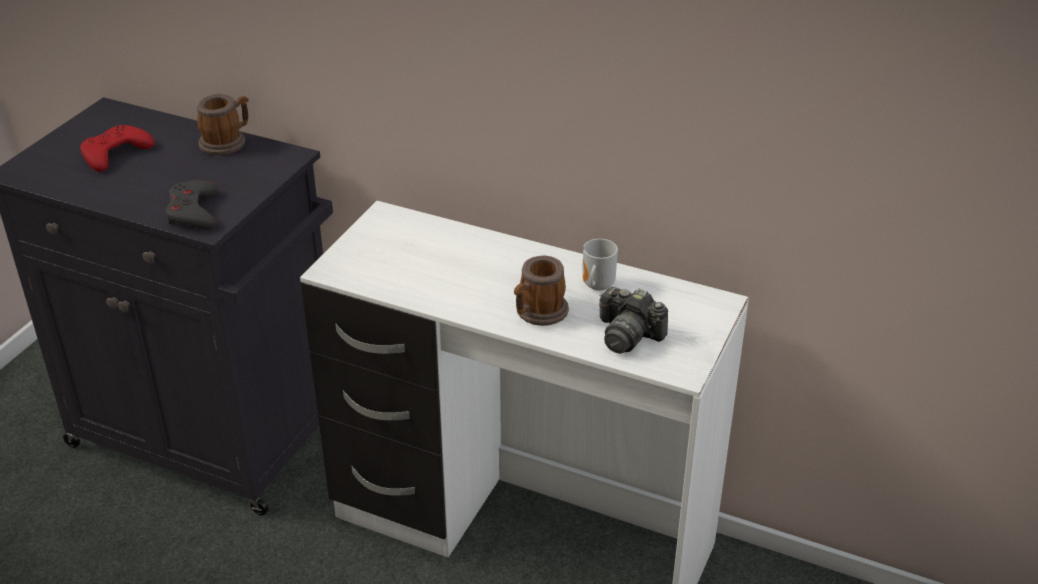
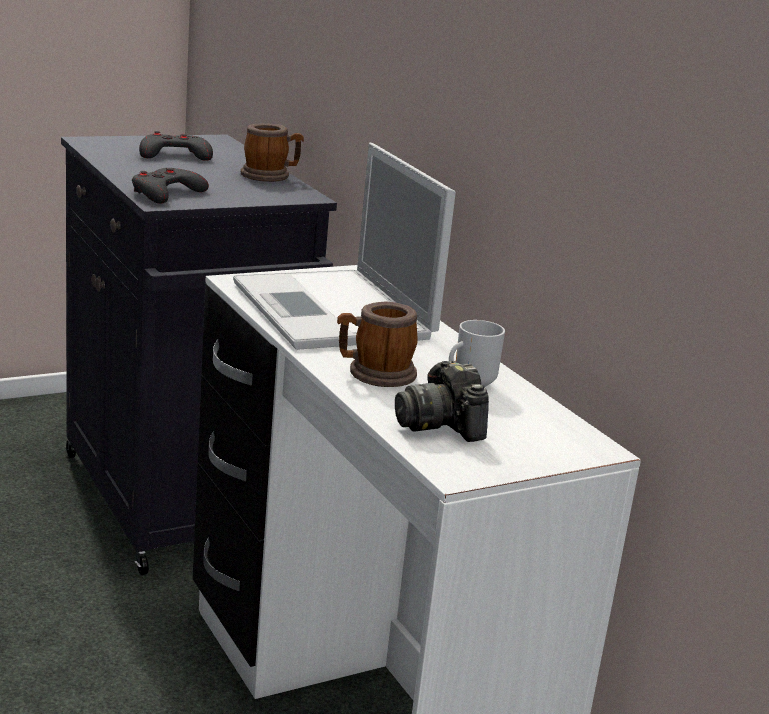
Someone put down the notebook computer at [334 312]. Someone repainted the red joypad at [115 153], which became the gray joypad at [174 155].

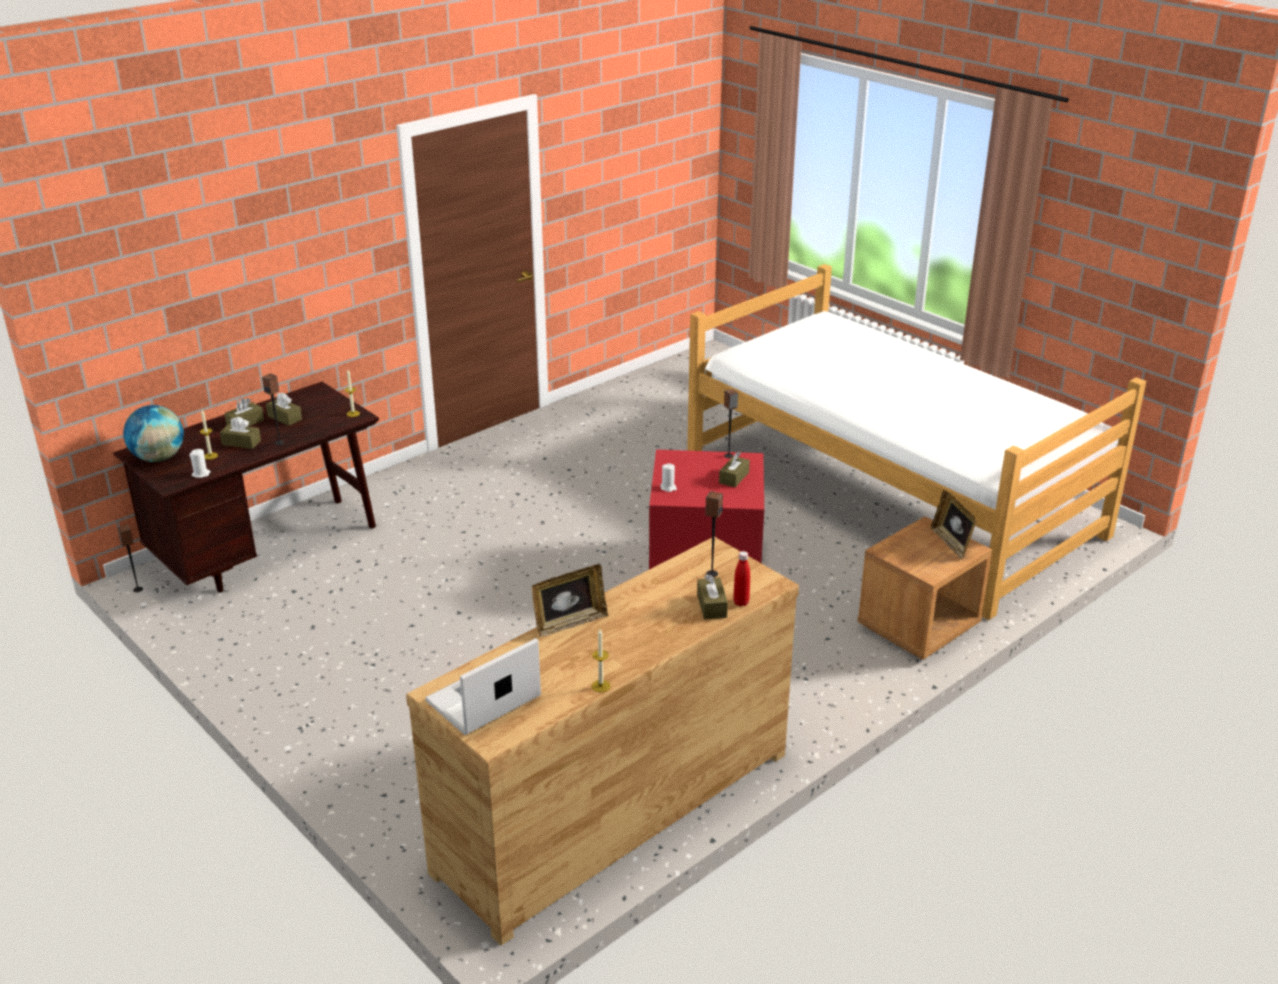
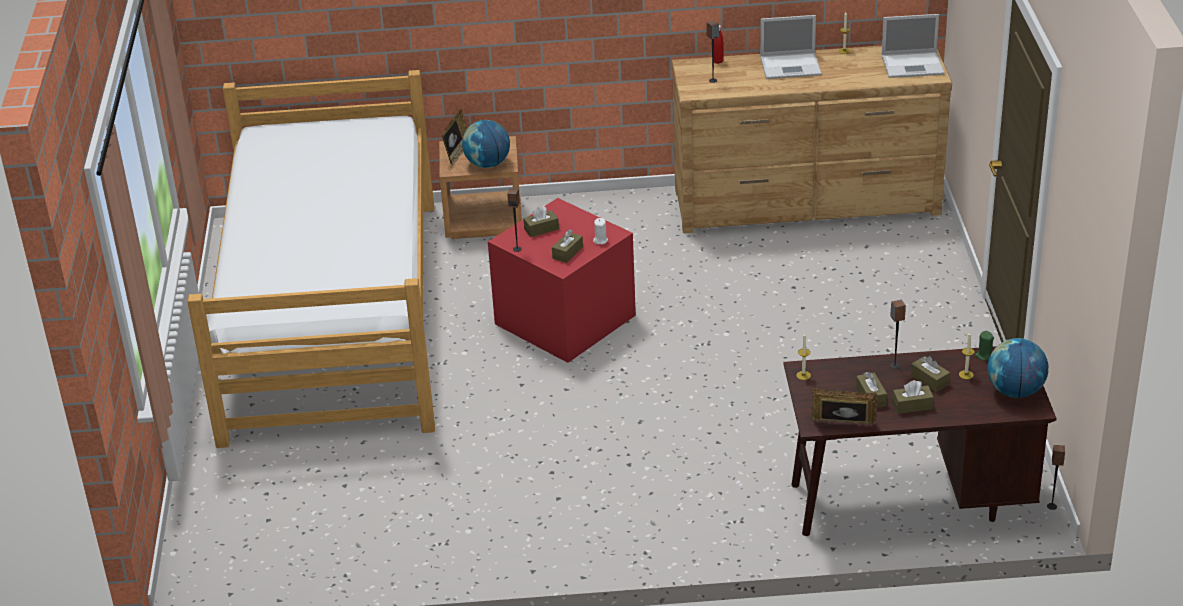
Someone put down the world globe at [487 164]. Someone put down the notebook computer at [791 66]. Someone carried the picture frame from [570 623] to [843 426]. Someone carried the brown tissue holder from [711 606] to [567 252]. Someone repainted the white candle at [201 474], which became the green candle at [984 356].

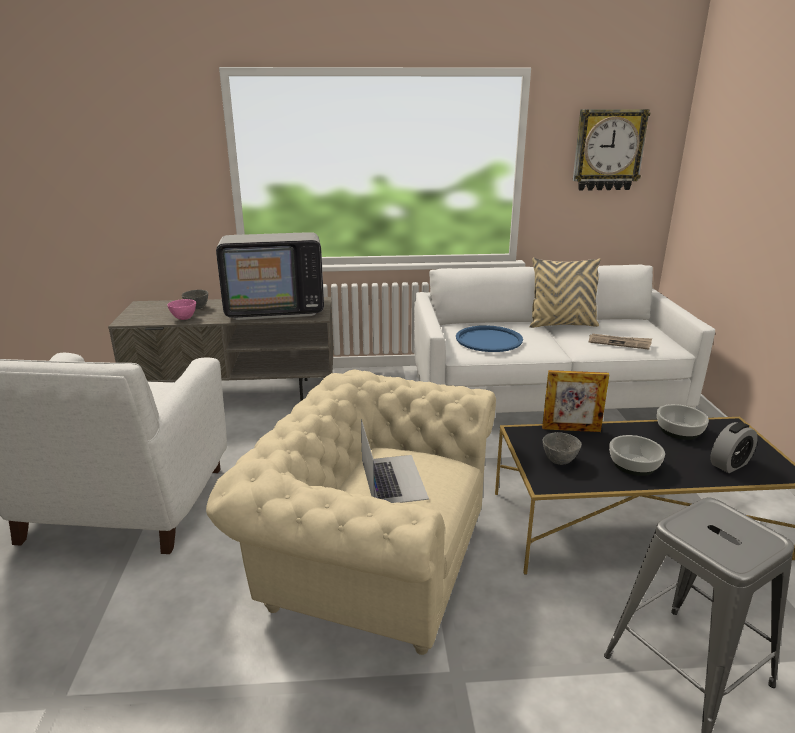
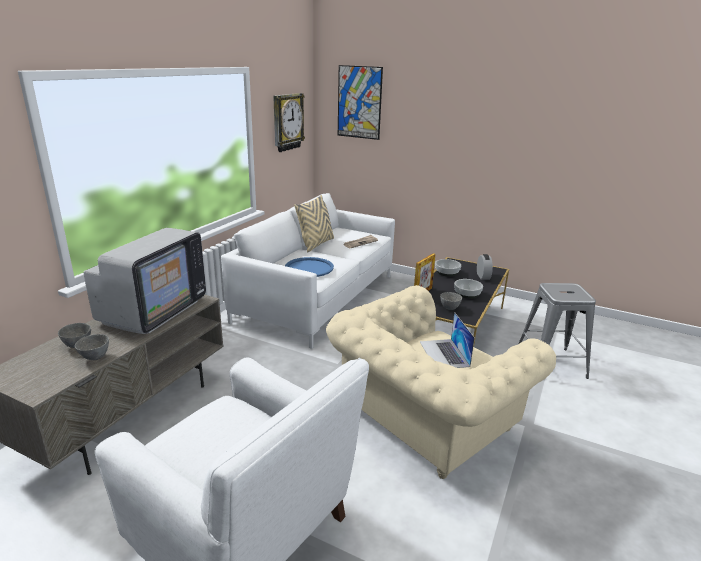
Someone put up the wall art at [359 102]. Someone repainted the pink serving bowl at [184 318], which became the gray serving bowl at [95 357]. Someone rotated the notebook computer at [393 479] by 120 degrees counterclockwise.

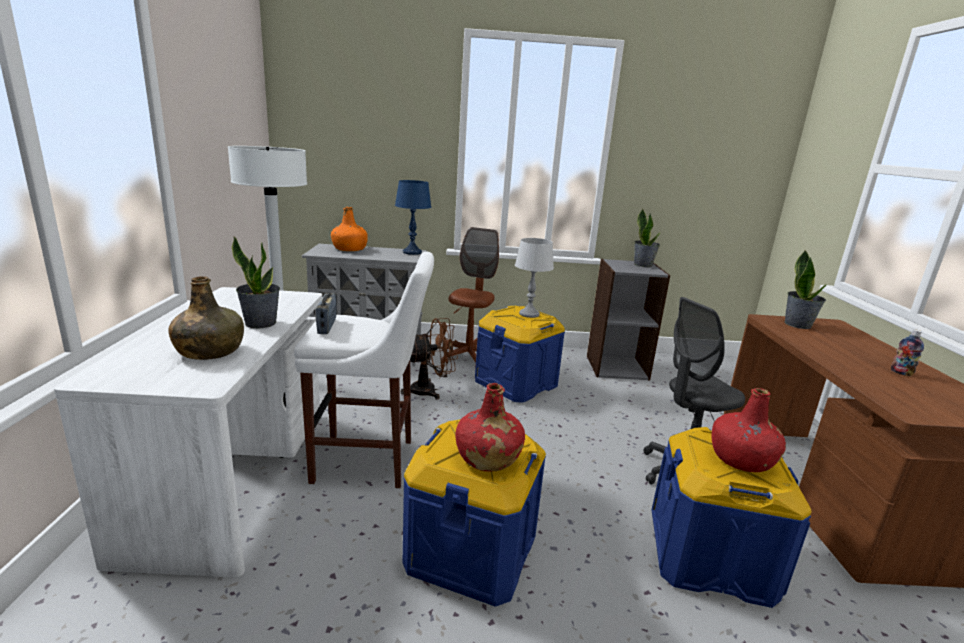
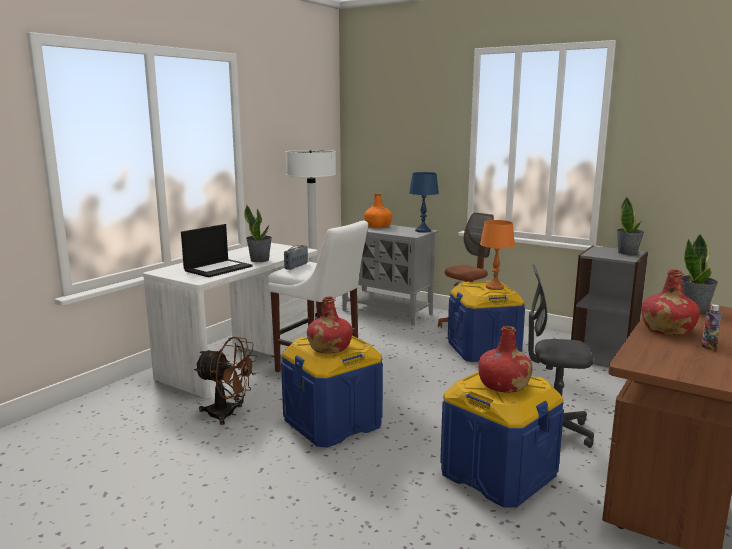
Someone put down the red bottle at [666 329]. Someone carried the brown cooling fan from [430 390] to [228 414]. Someone swapped the green bottle at [210 351] for the notebook computer at [218 268]. Someone repainted the gray tabletop lamp at [529 314], which became the orangey tabletop lamp at [495 287].

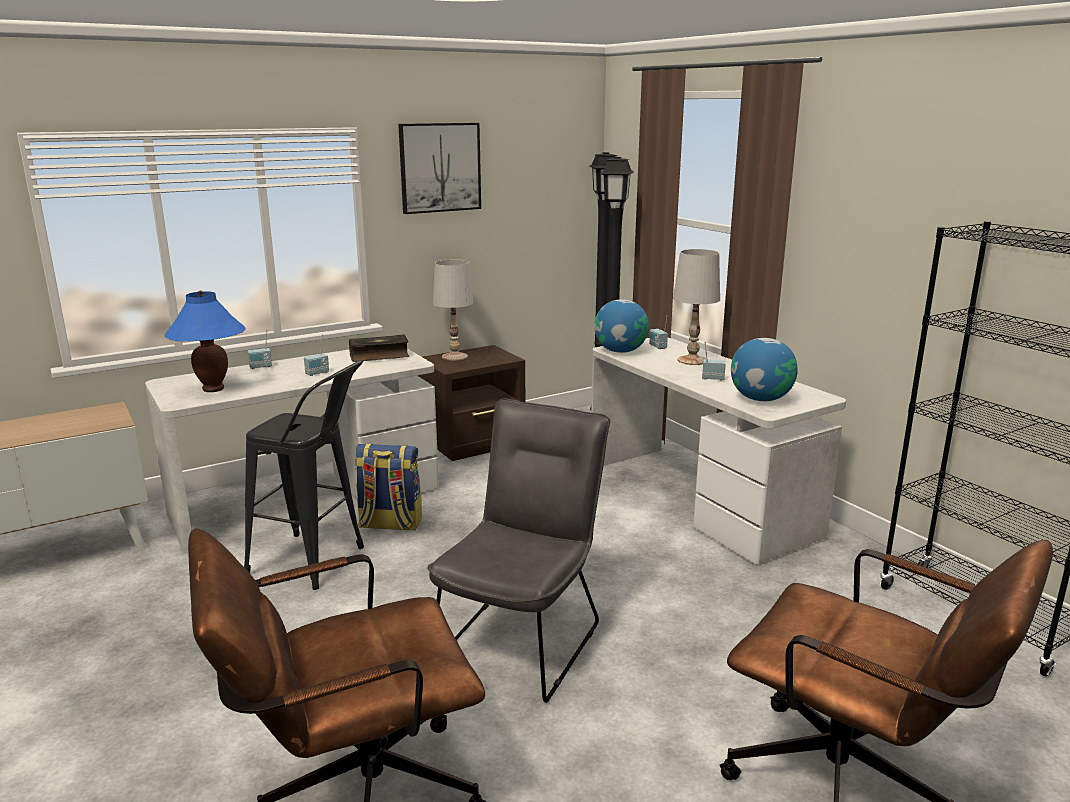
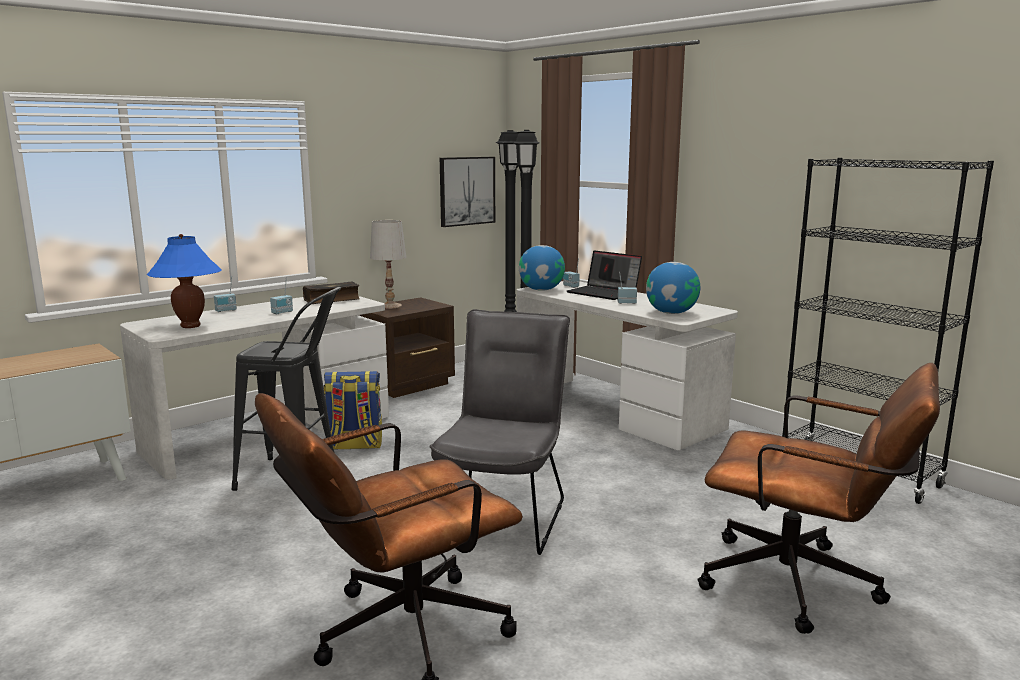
Someone carried the wall art from [440 167] to [466 191]. Someone swapped the white tabletop lamp at [692 360] for the notebook computer at [604 293].

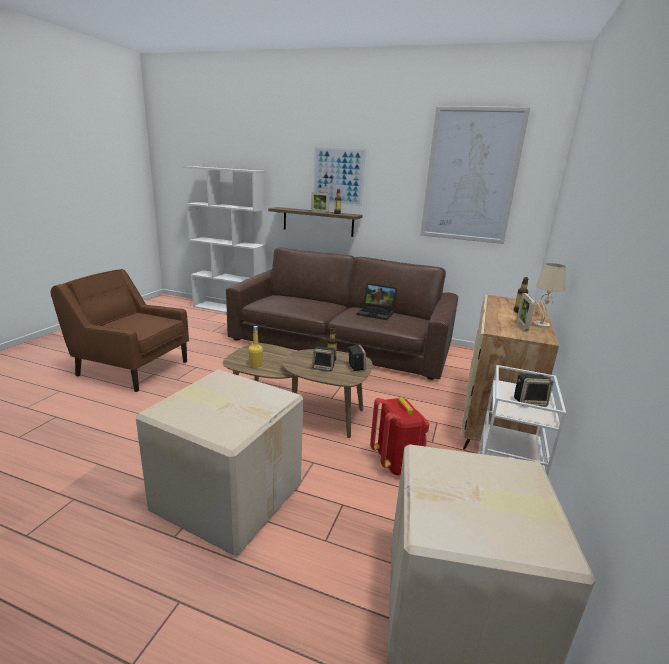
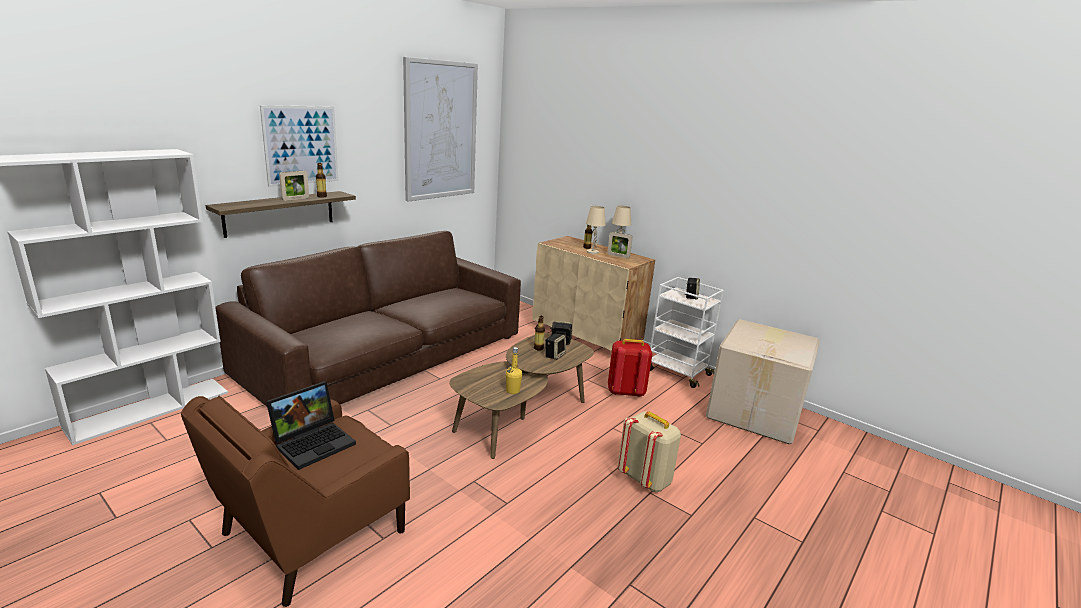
Someone put down the beige tabletop lamp at [593 252]. Someone carried the notebook computer from [377 313] to [314 442]. Someone swapped the cardboard box at [228 495] for the beige backpack at [645 479].

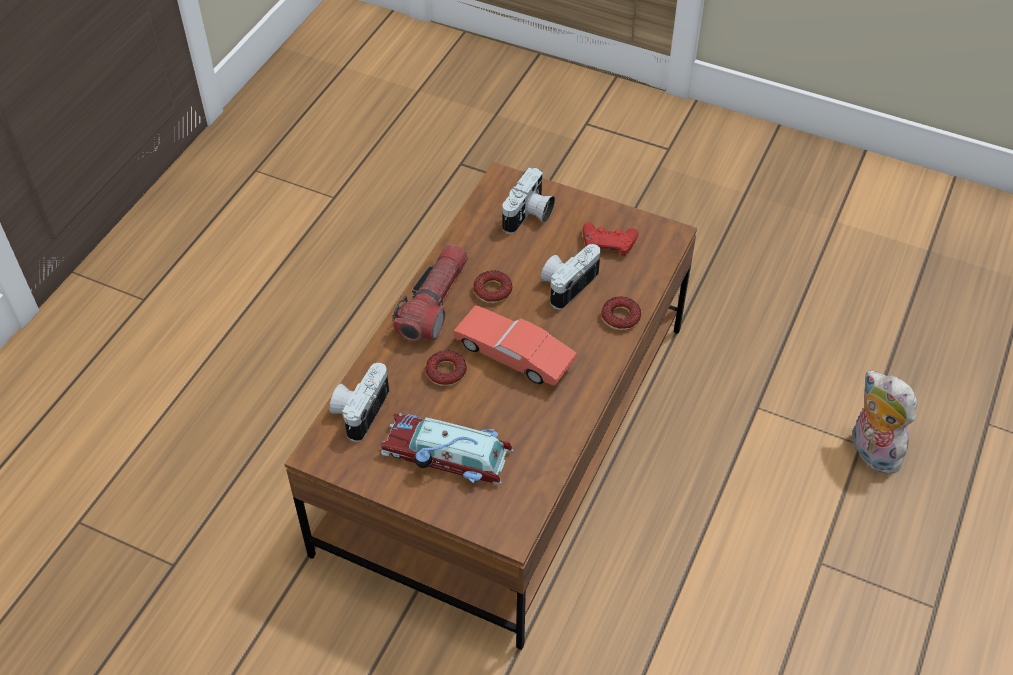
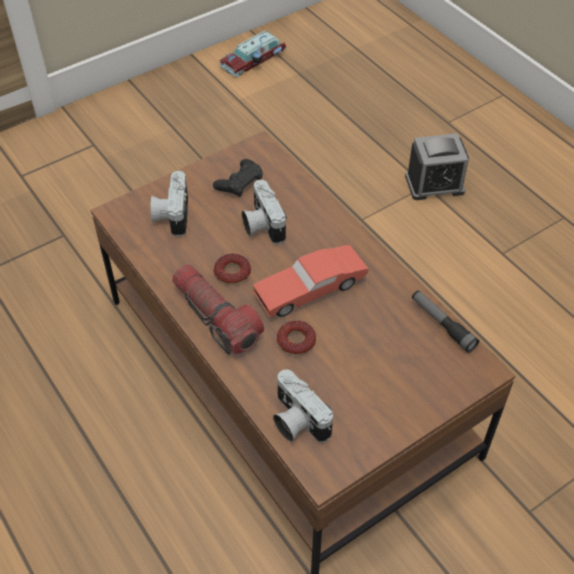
Someone took away the doughnut at [620 317]. Someone put down the flashlight at [442 324]. Someone carried the model car from [447 456] to [254 59]. Someone swapped the soft toy at [870 451] for the bedside clock at [434 184]. Someone repainted the red joypad at [608 243], which became the black joypad at [239 182]. Someone rotated the photo camera at [529 216] by 150 degrees counterclockwise.

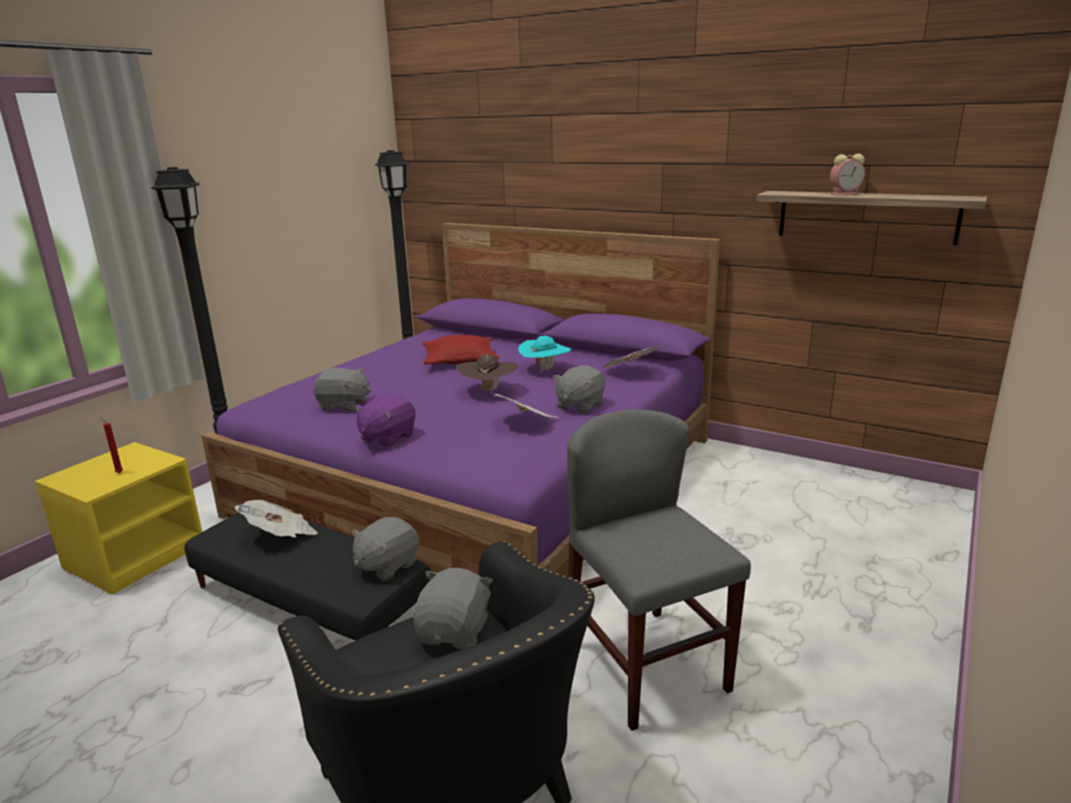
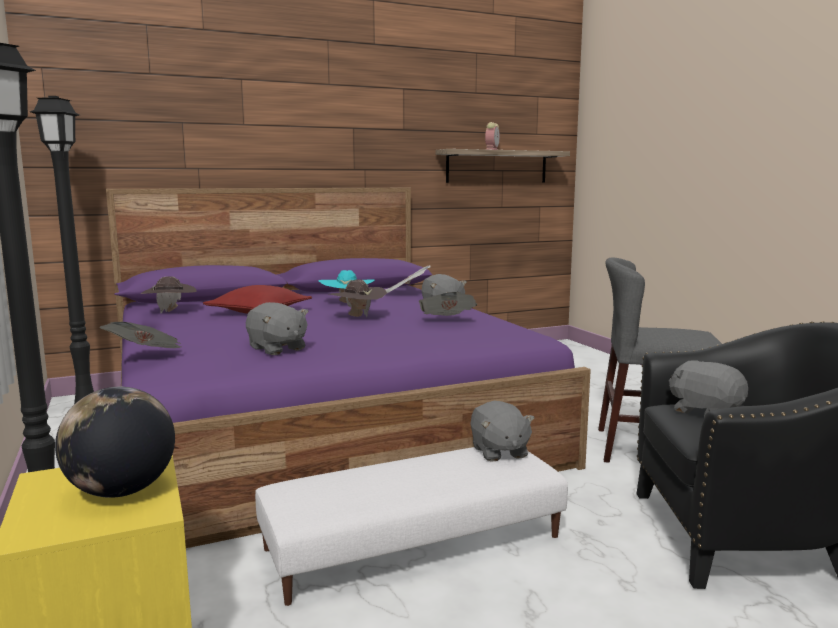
Someone took away the purplish soft toy at [387 438]. Someone put down the brown wearable hat at [170 312]. Someone carried the daily paper from [281 536] to [147 356]. Someone swapped the red candle at [118 473] for the world globe at [121 491]. Someone repainted the black footrest at [311 599], which became the white footrest at [413 542]. Someone rotated the gray soft toy at [344 405] by 90 degrees clockwise.

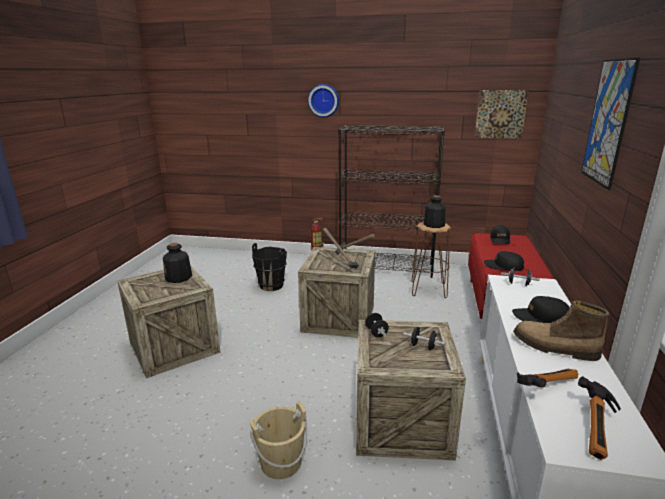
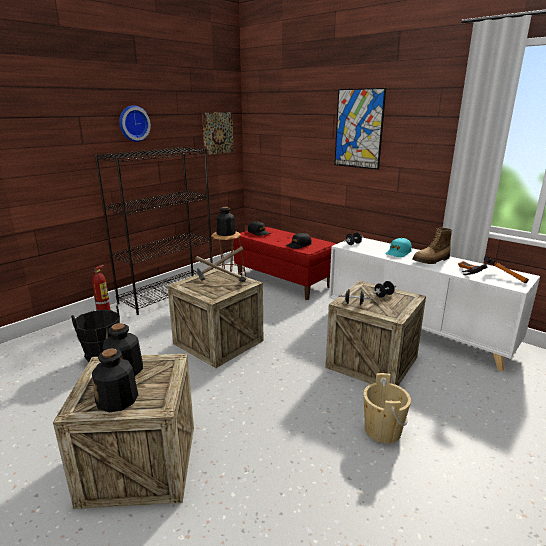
Someone put down the bottle at [117 400]. Someone carried the clock on the wall from [324 100] to [133 123]. Someone repainted the black cap at [540 318], which became the turquoise cap at [398 253].

